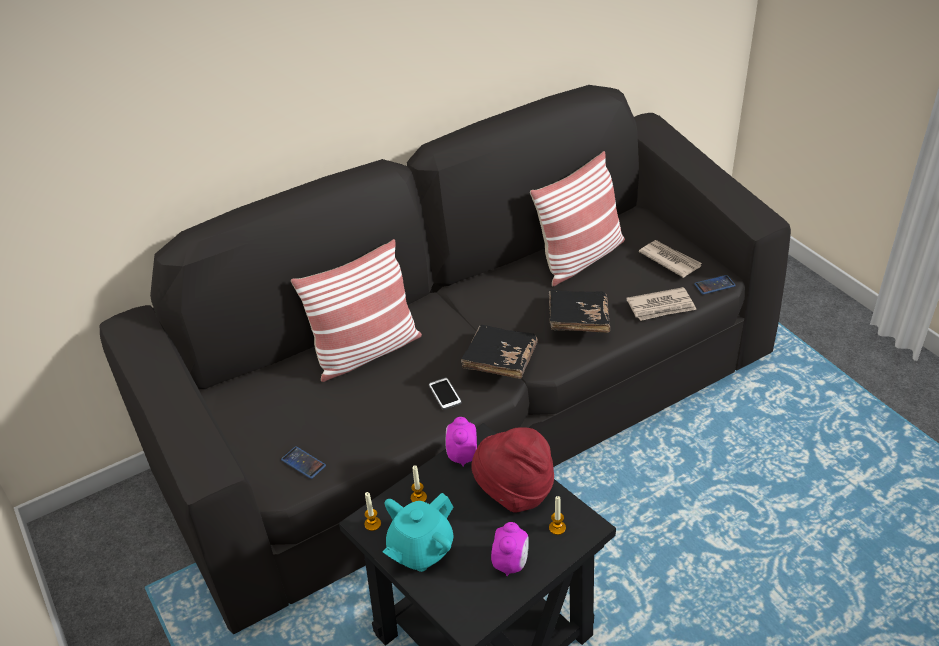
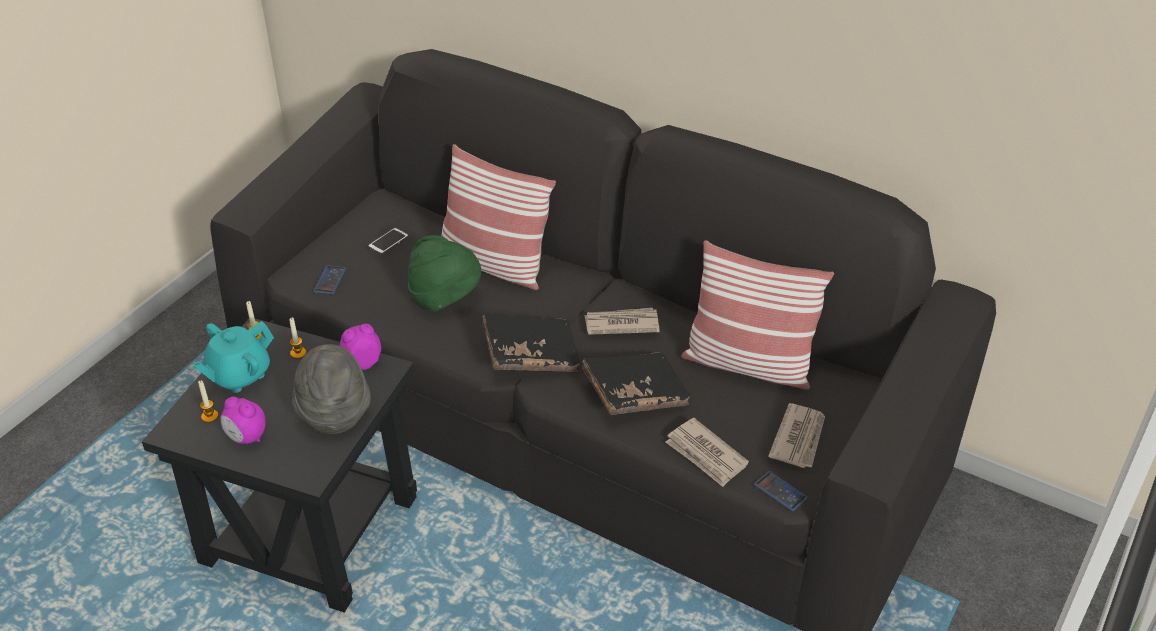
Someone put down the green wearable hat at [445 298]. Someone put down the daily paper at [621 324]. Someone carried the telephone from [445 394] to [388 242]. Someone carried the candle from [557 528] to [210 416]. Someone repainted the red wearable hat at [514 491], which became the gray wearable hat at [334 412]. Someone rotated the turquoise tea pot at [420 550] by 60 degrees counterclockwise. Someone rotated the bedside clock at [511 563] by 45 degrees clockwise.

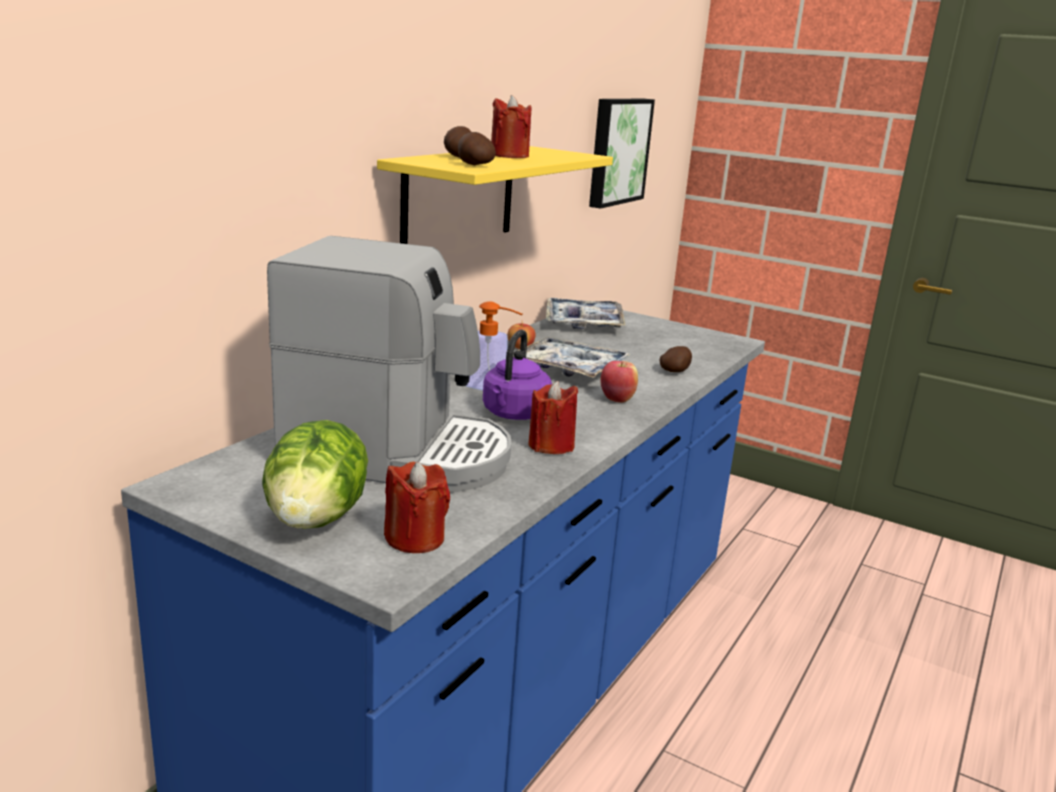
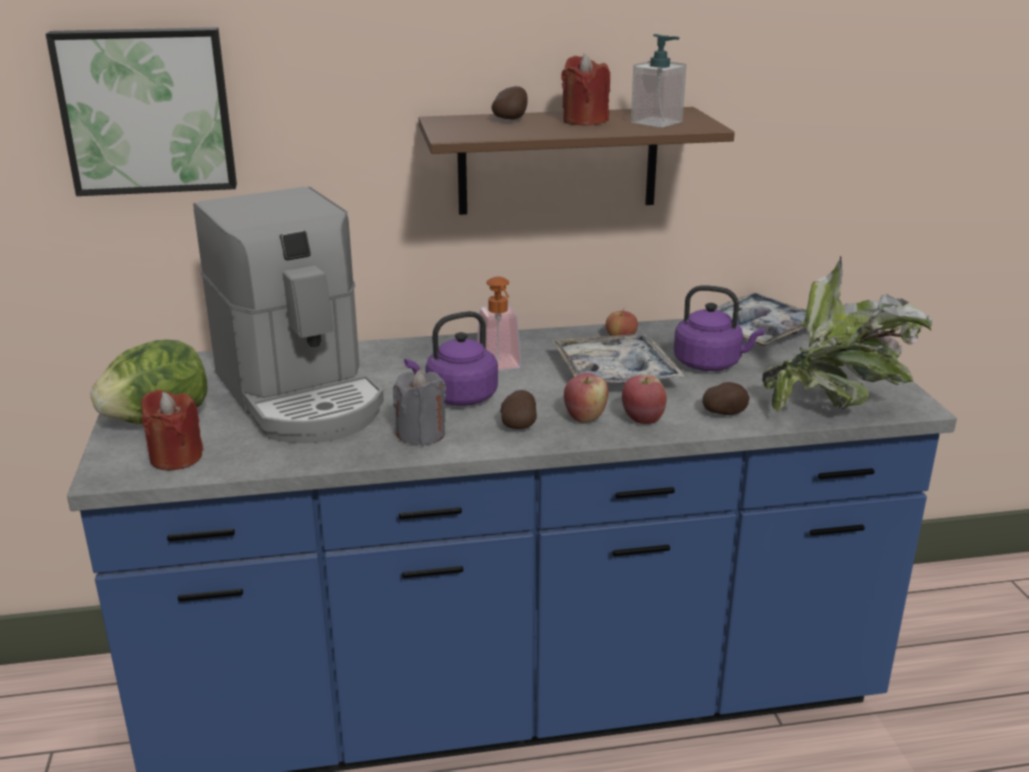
Someone put down the whole apple at [643 419]. Someone put down the soap dispenser at [656 122]. Someone put down the purplish kettle at [710 364]. Someone put down the plant in a pot at [836 405]. Someone carried the potato from [474 165] to [519 425]. Someone carried the wall art from [617 151] to [147 110]. Someone repainted the yellowish bracket shelf at [459 197], which became the brown bracket shelf at [558 161]. Someone repainted the red candle at [551 445], which became the gray candle at [421 434].

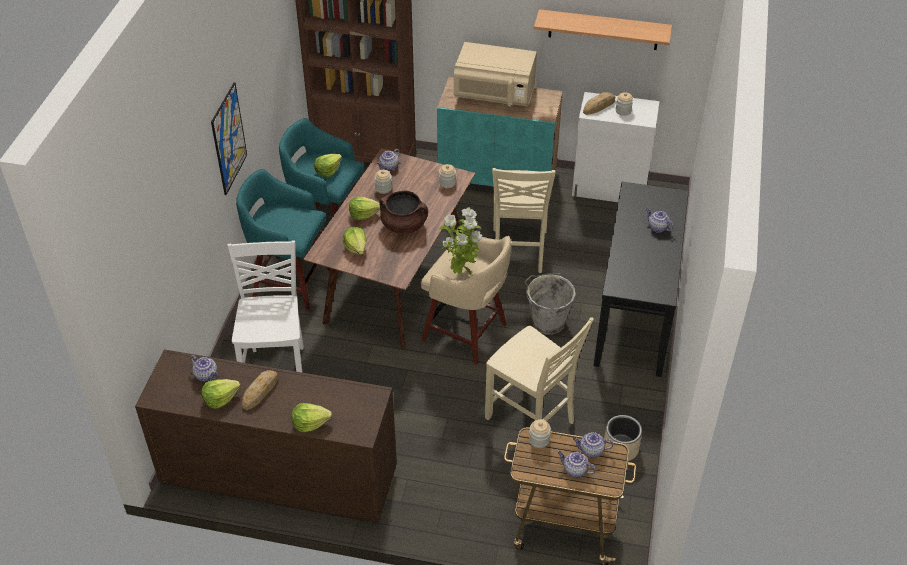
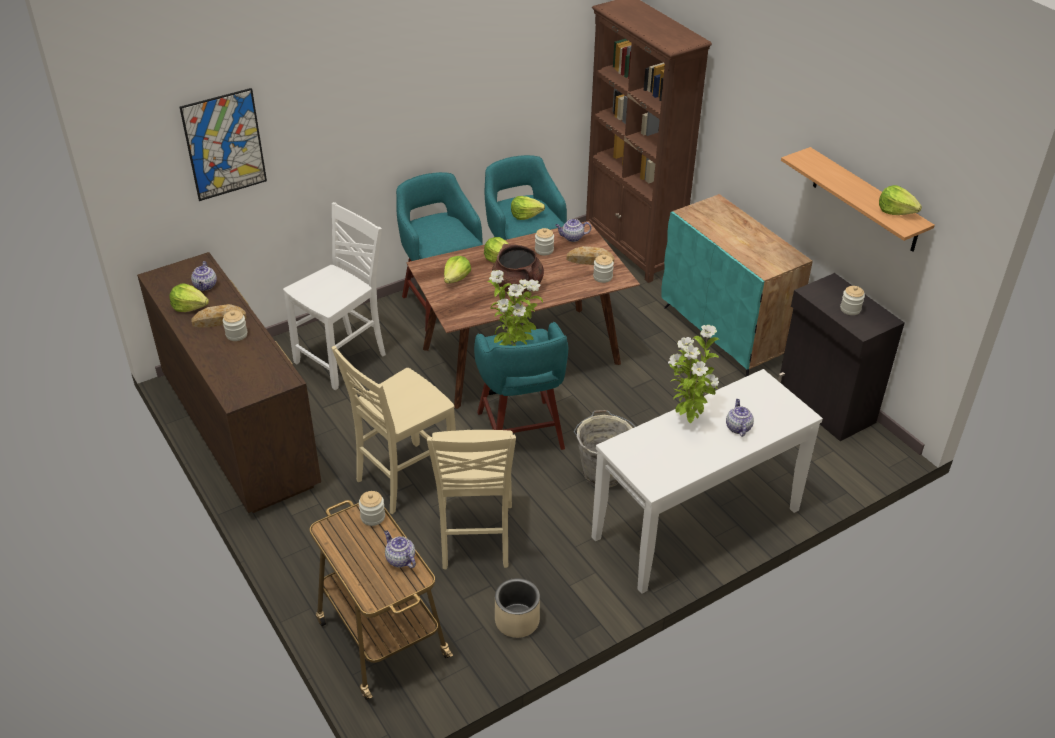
Someone took away the beige microwave oven at [494 95]. Someone took away the tea pot at [574 470]. Someone put down the preserve jar at [236 334]. Someone put down the plant in a pot at [688 418]. Someone carried the wall art from [229 139] to [224 145]. Someone carried the lettuce from [310 423] to [896 211]. Someone carried the beige chair from [518 251] to [403 479]. Someone carried the bakery bread from [599 106] to [590 260]. Someone repainted the beige stool seat at [466 333], which became the turquoise stool seat at [520 433]. Someone repainted the white cabinet at [609 189], which became the black cabinet at [825 406]. Someone repainted the black hall table at [636 313], which became the white hall table at [697 524].

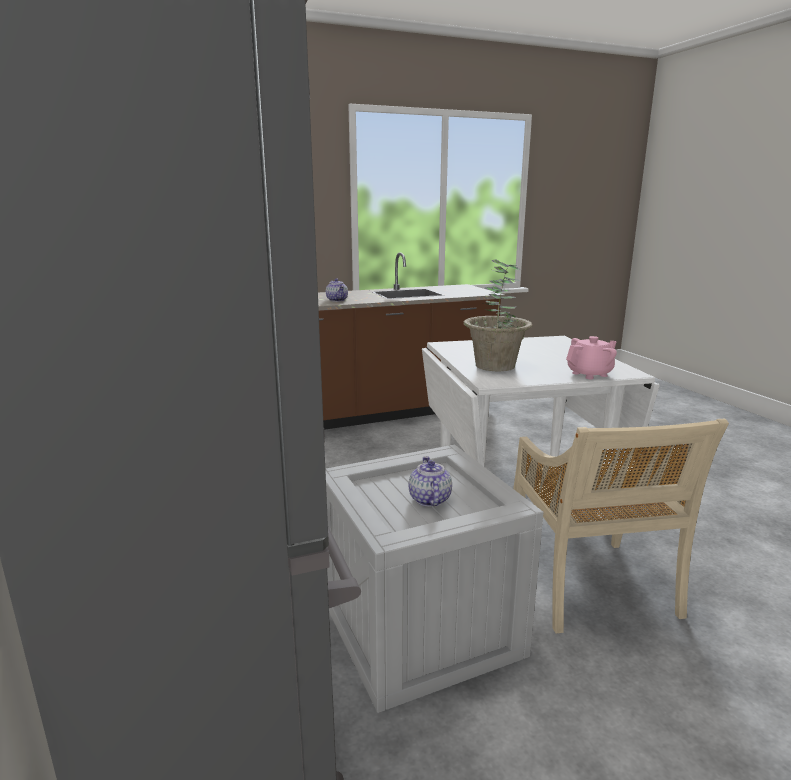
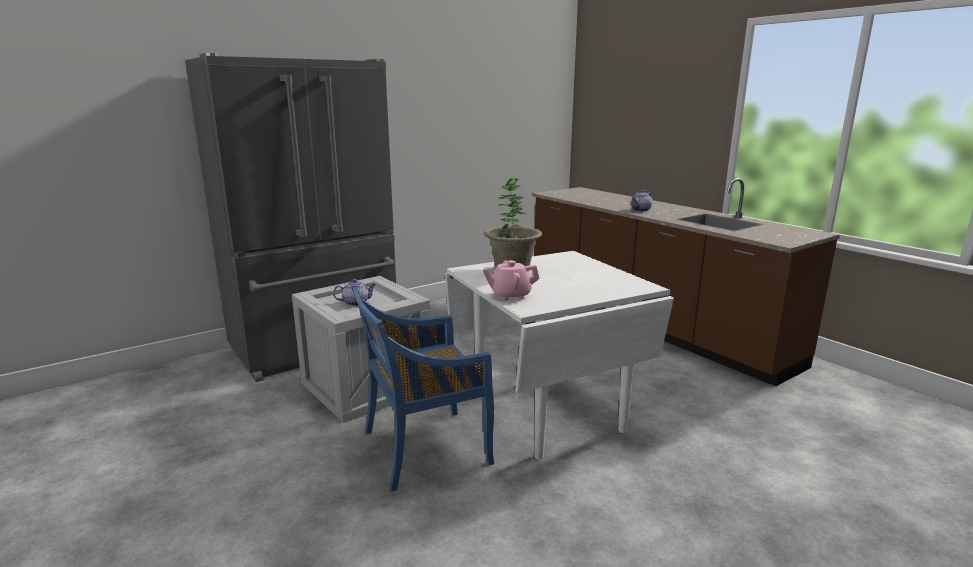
Someone repainted the beige chair at [591 586], which became the blue-coloured chair at [424 448]. Someone rotated the pink tea pot at [590 374] by 120 degrees clockwise.

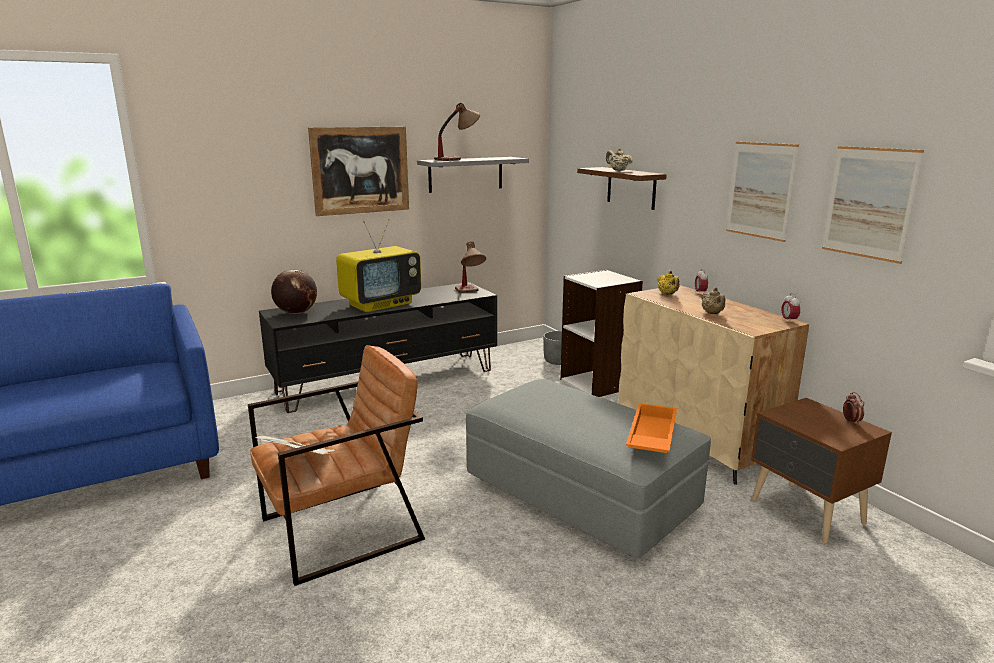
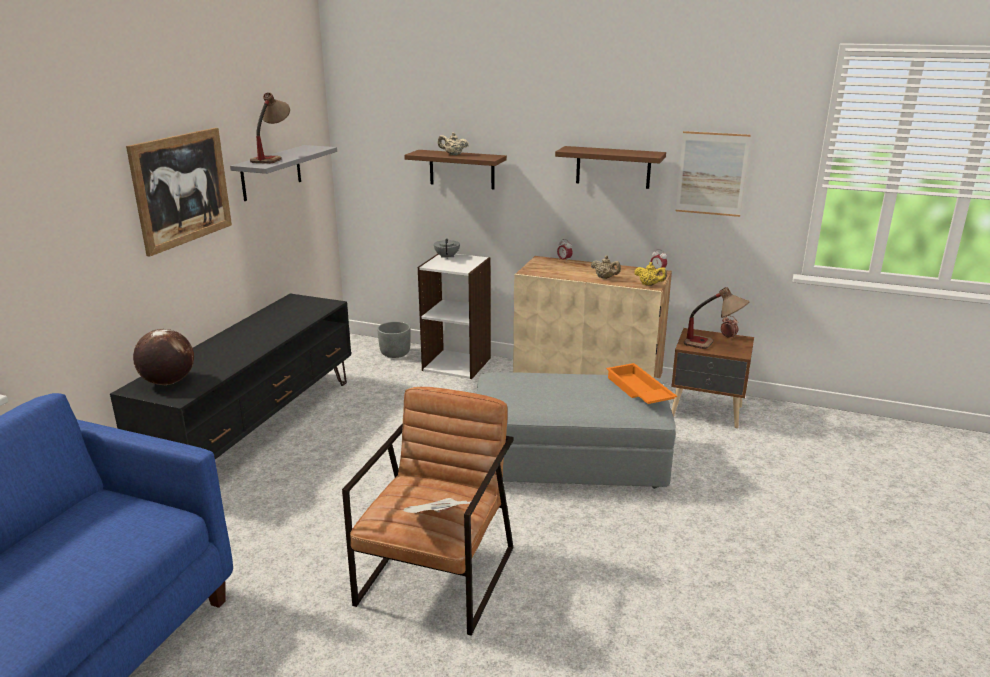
Someone took away the TV set at [381 304]. Someone put down the gray tea pot at [447 257]. Someone carried the tabletop lamp from [470 293] to [713 346]. Someone carried the yellowish tea pot from [668 294] to [649 285]. Someone swapped the wall art at [760 190] for the brown bracket shelf at [613 167].

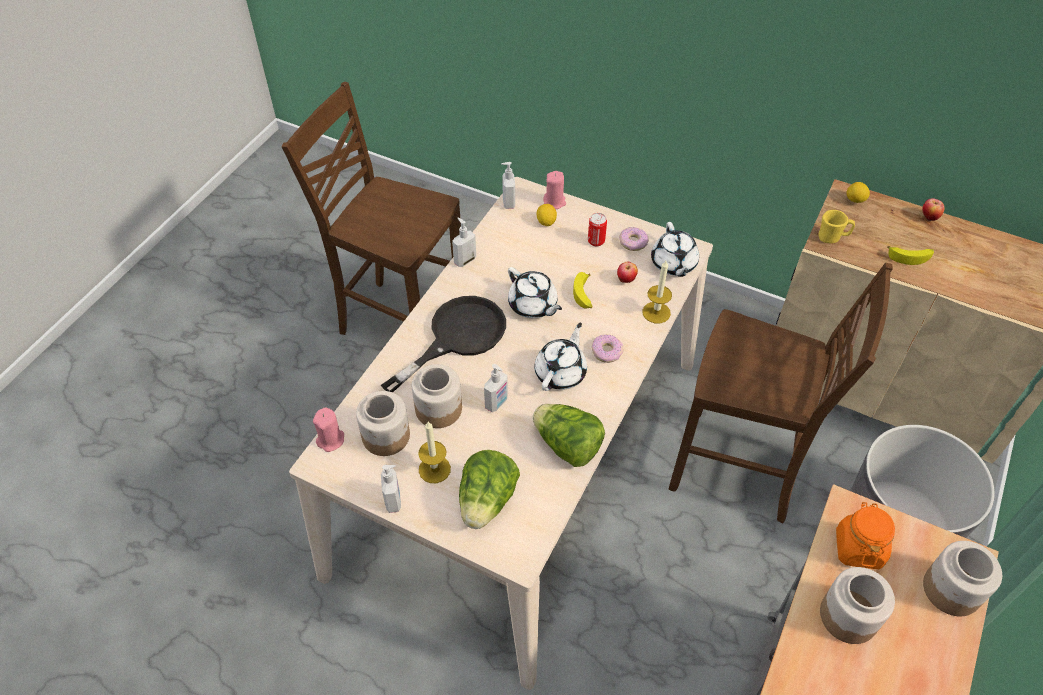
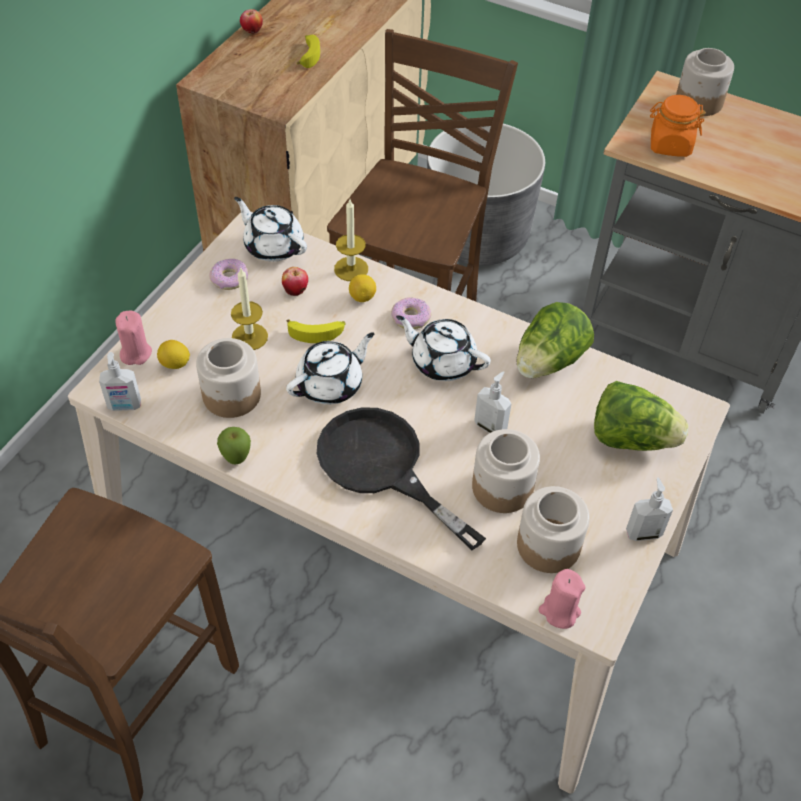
Someone took away the metal can at [596 241]. Someone took away the yellowish coffee mug at [832 237]. Someone carried the candle from [434 469] to [249 337]. Someone carried the preserve jar from [848 615] to [231 395]. Someone carried the lemon from [855 200] to [362 297]. Someone swapped the soap dispenser at [464 260] for the whole apple at [236 459]. Someone rotated the white tea pot at [673 264] by 135 degrees counterclockwise.

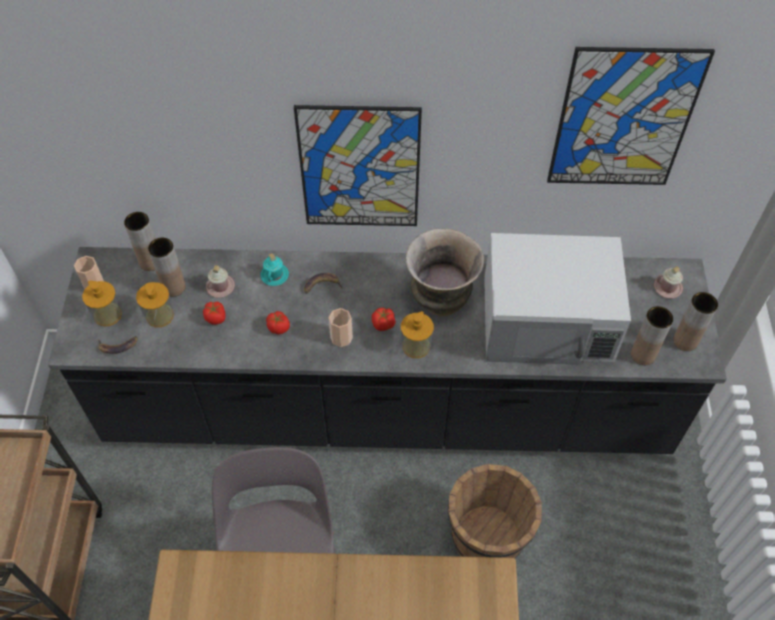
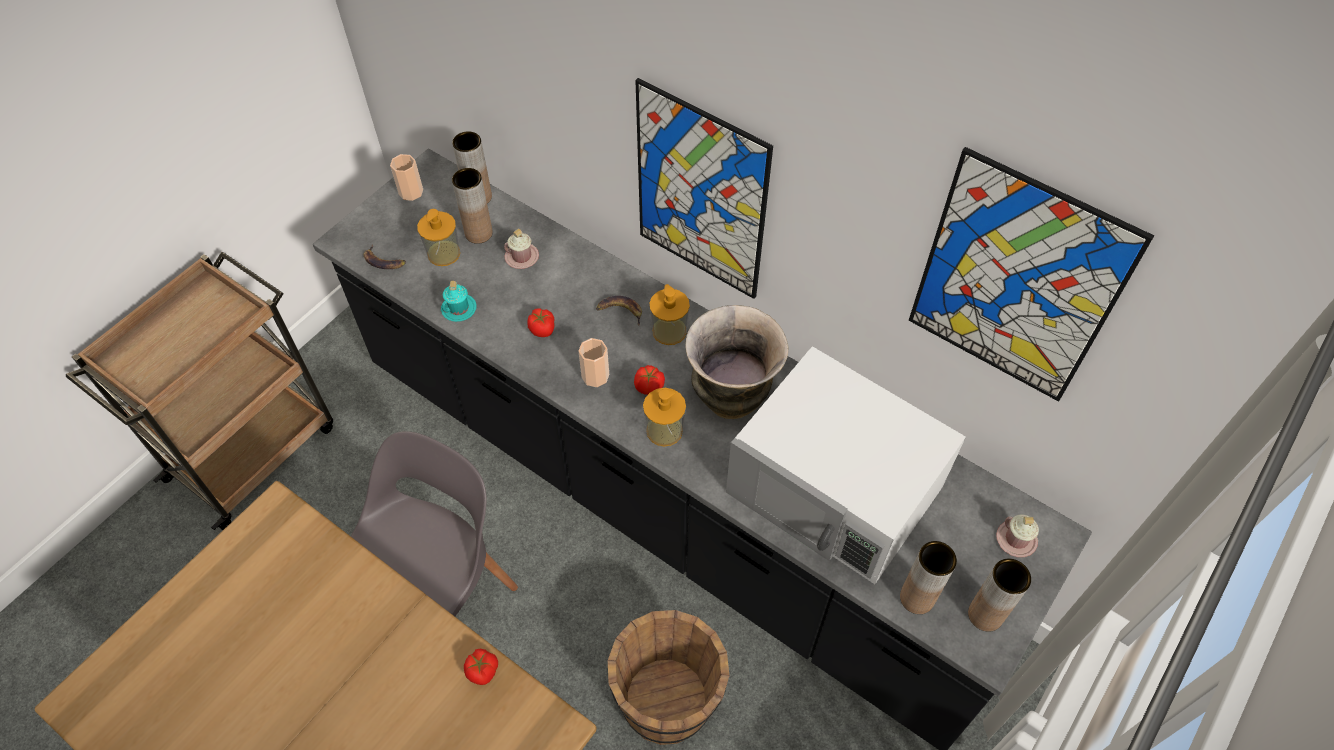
Someone carried the soap dispenser from [107 314] to [669 331]. Someone carried the tomato from [216 318] to [483 671]. Someone carried the turquoise coffee mug from [274 275] to [459 309].

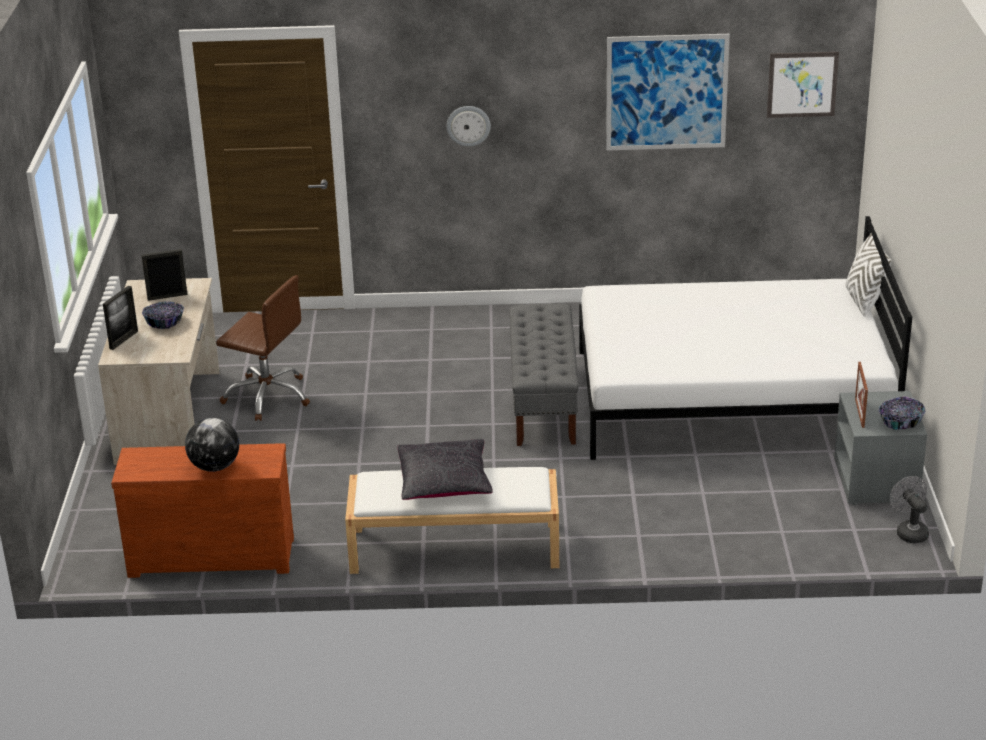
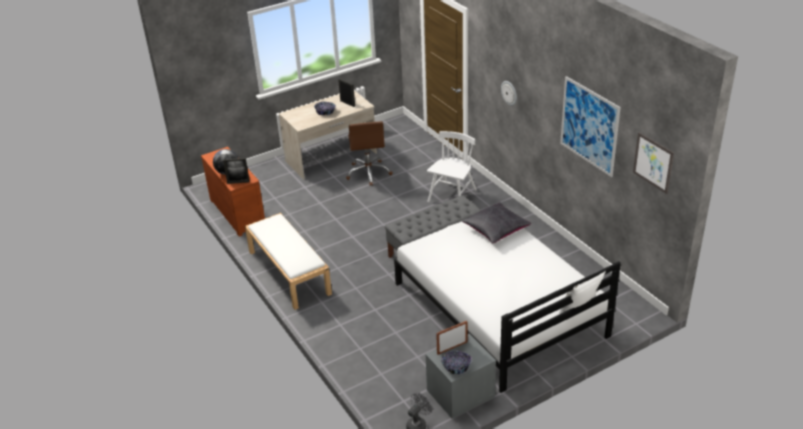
Someone put down the white chair at [452 196]. Someone carried the picture frame from [124 340] to [238 182]. Someone carried the black throw pillow from [444 482] to [496 229].

